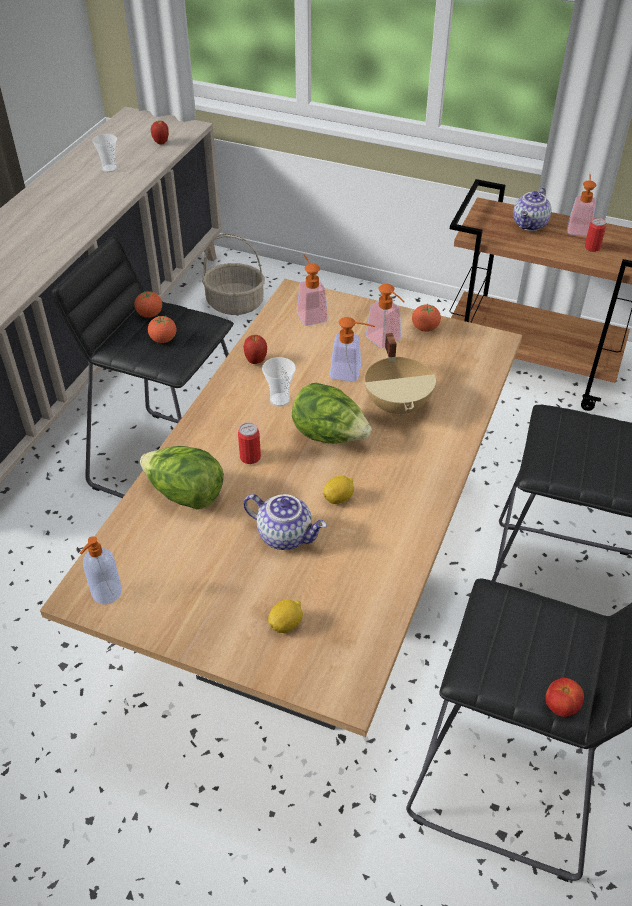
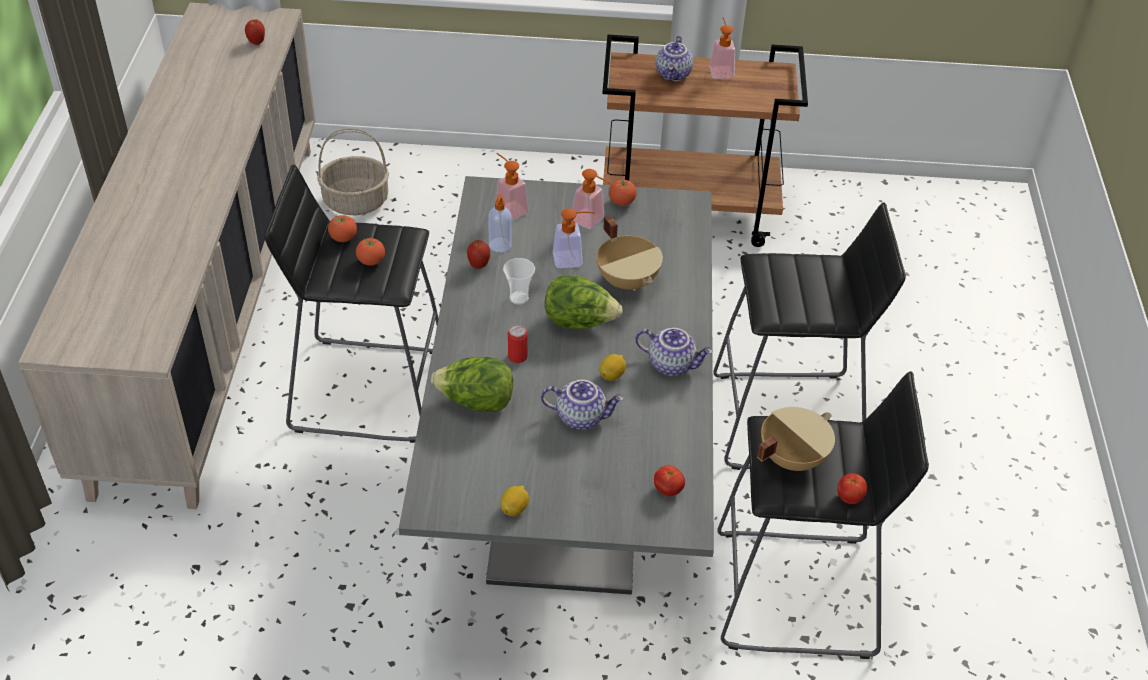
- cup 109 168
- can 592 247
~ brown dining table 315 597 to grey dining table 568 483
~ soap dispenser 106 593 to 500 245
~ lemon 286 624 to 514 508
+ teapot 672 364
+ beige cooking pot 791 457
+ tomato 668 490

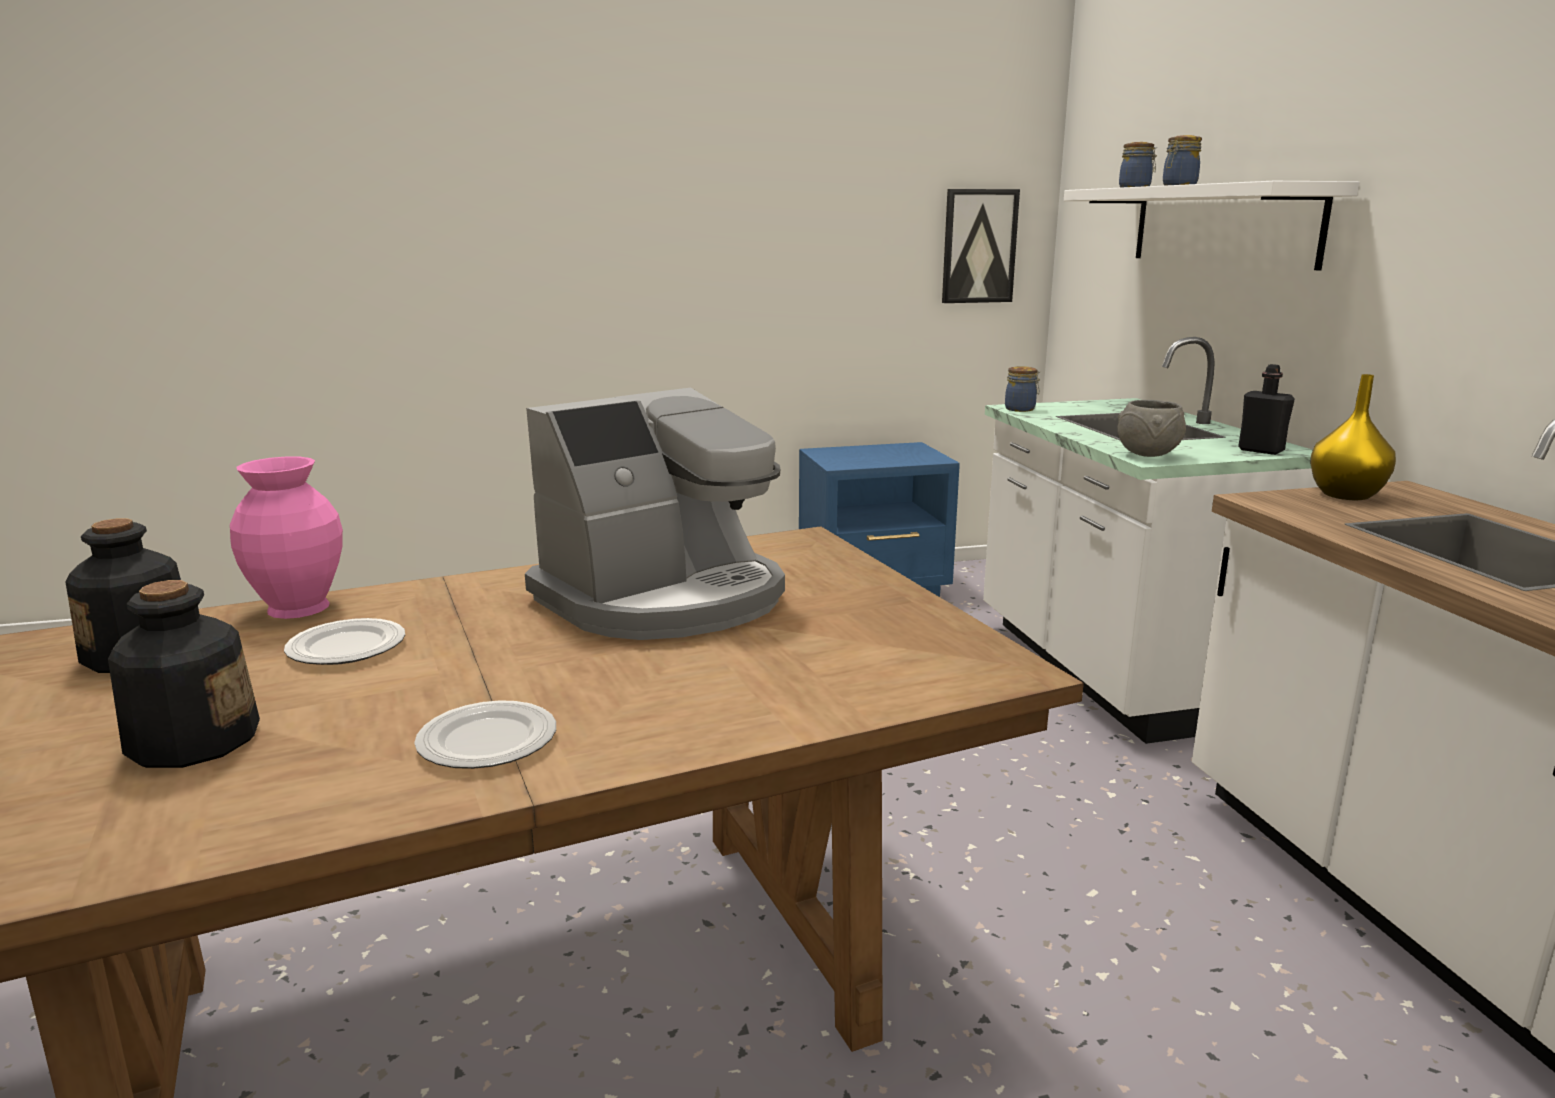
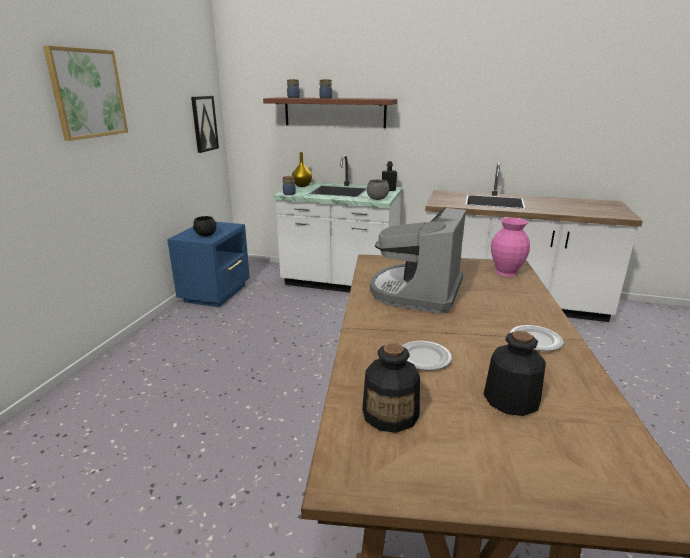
~ white shelf 1222 225 to brown shelf 334 112
~ yellow vase 1347 495 to 302 185
~ coffee machine 665 598 = 417 292 150 degrees counterclockwise
~ pink vase 299 607 to 505 272
+ picture 87 93
+ black bowl 205 236

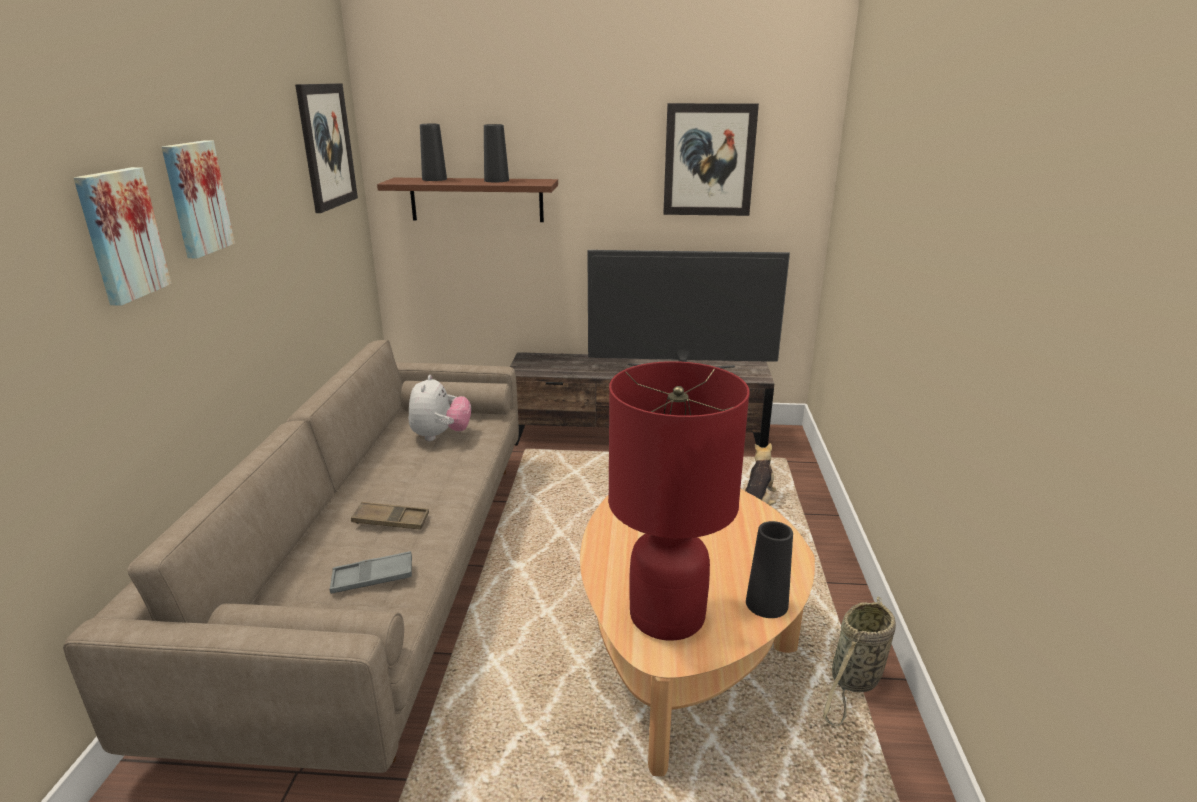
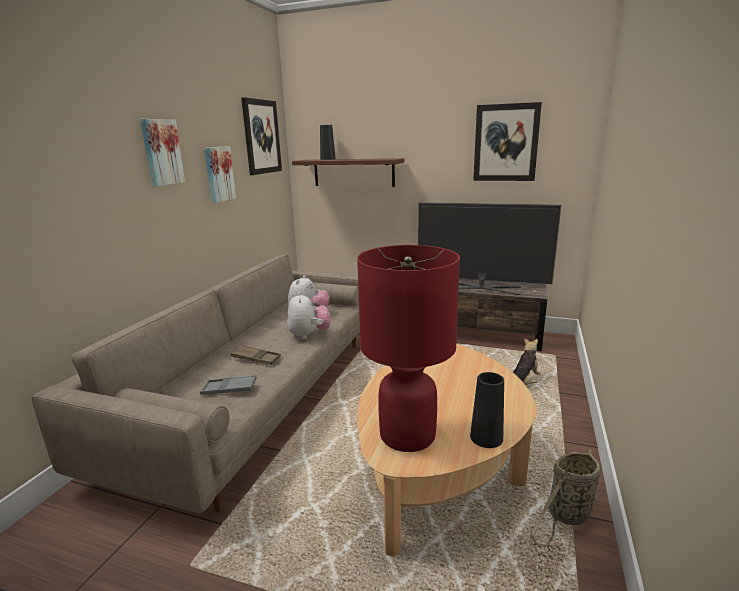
- black vase 496 180
~ picture 120 235 to 218 174
+ plush toy 309 335

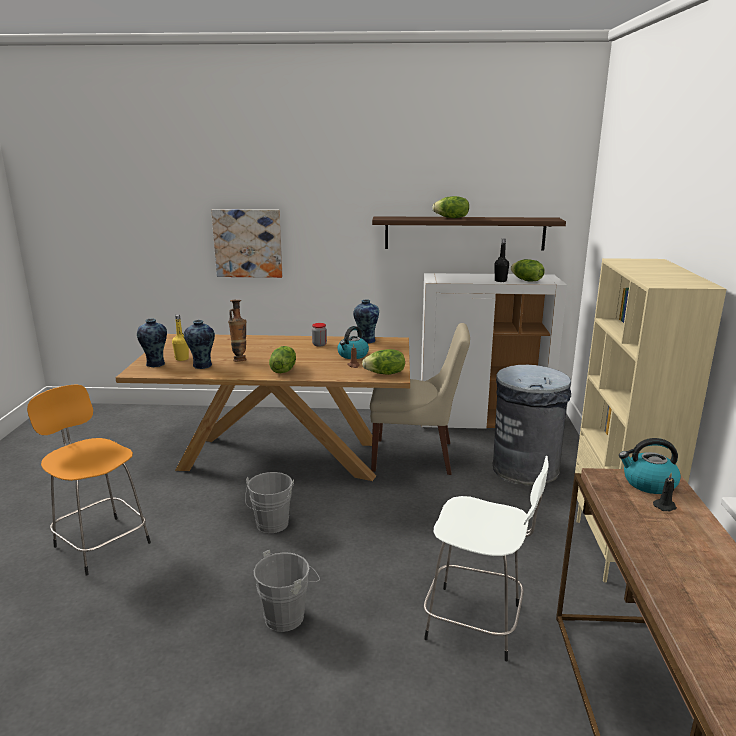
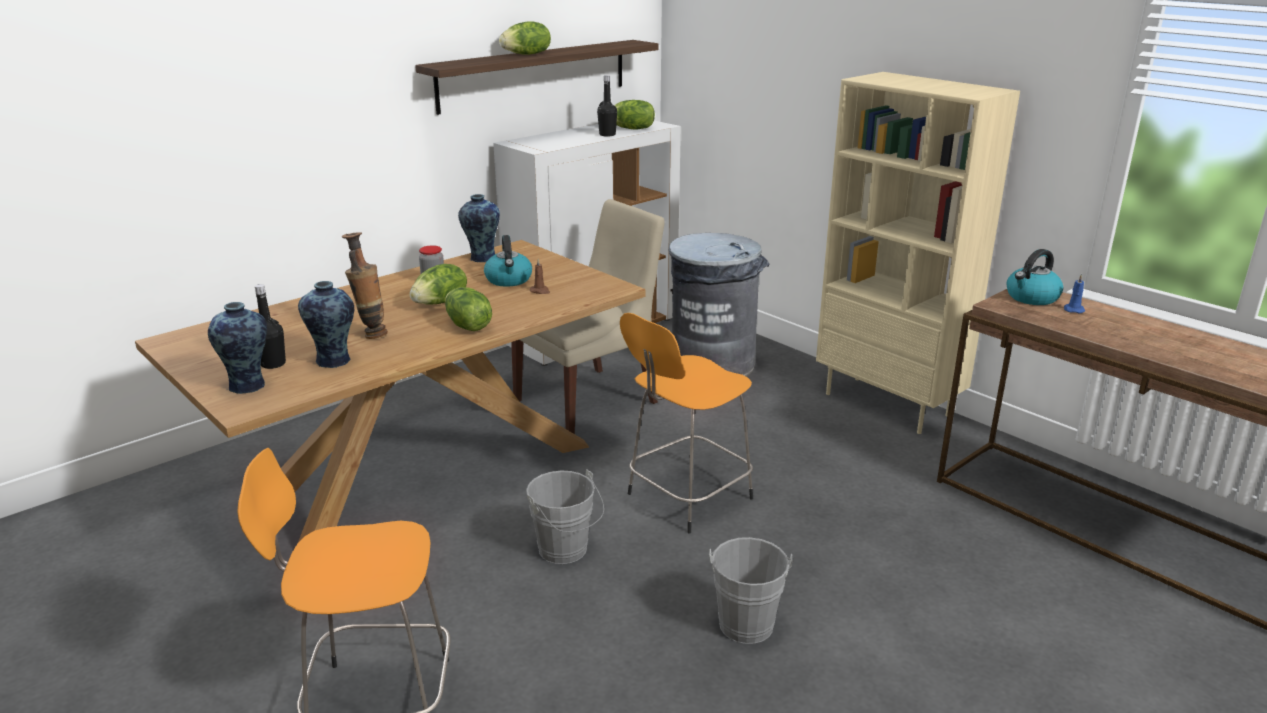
- picture 248 243
~ yellow bottle 182 359 to black bottle 273 364
~ lettuce 385 374 to 441 302
- white stool 477 623
~ black candle 665 506 to blue candle 1073 309
+ orange stool 686 498

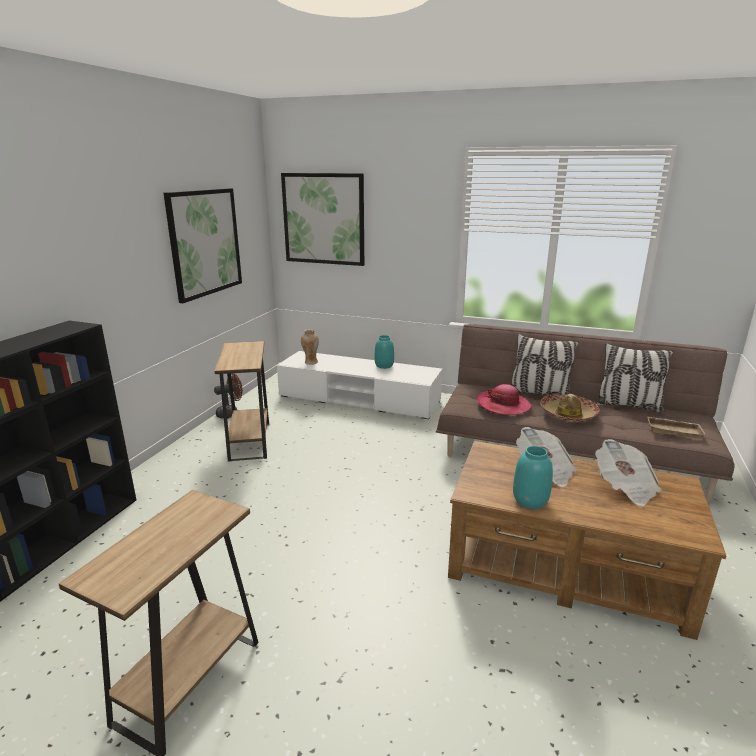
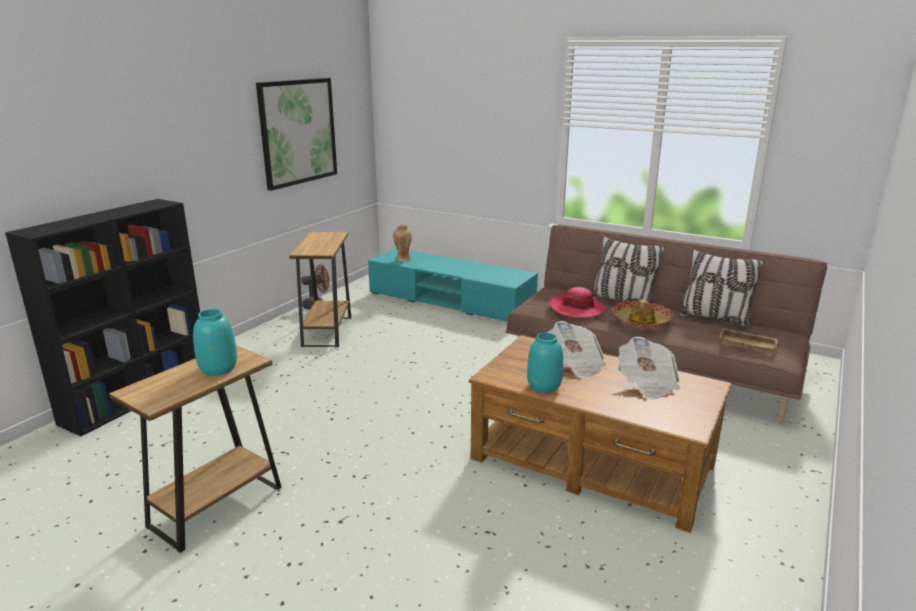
- picture 323 219
~ turquoise vase 384 366 to 218 369
~ white tv stand 359 399 to turquoise tv stand 450 300

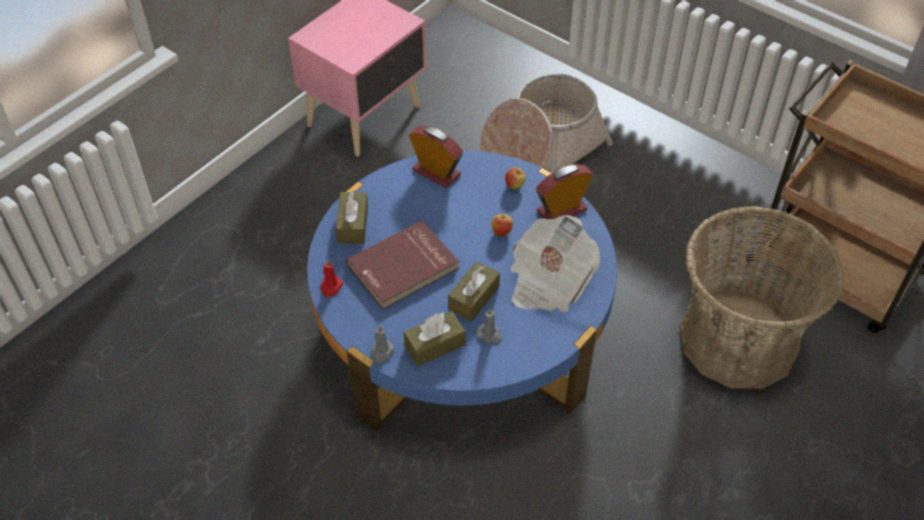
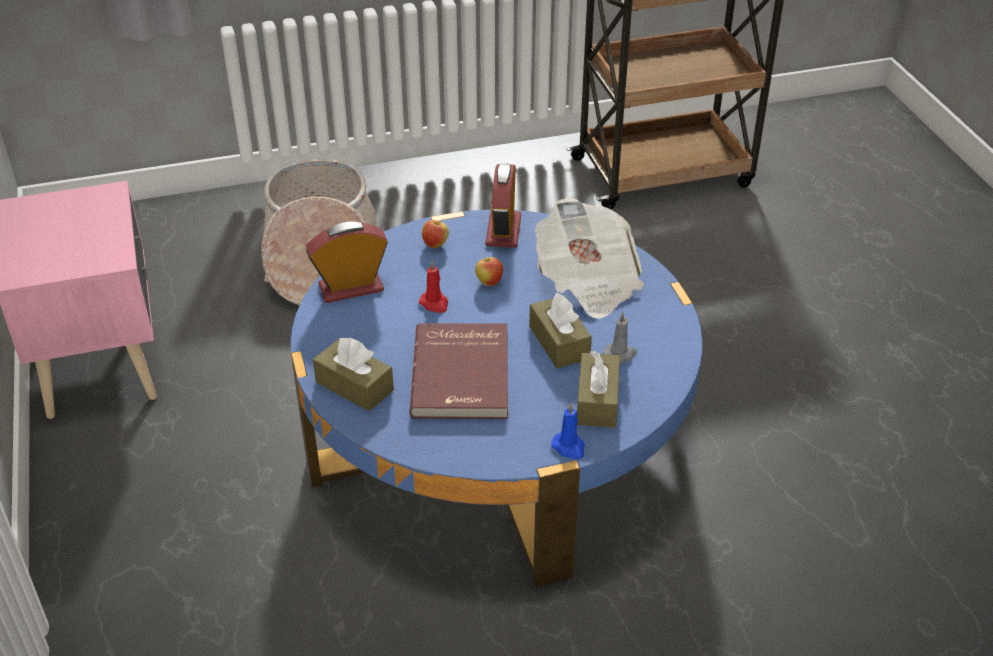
- basket 738 340
~ red candle 331 287 to 434 304
~ grey candle 381 352 to blue candle 569 447

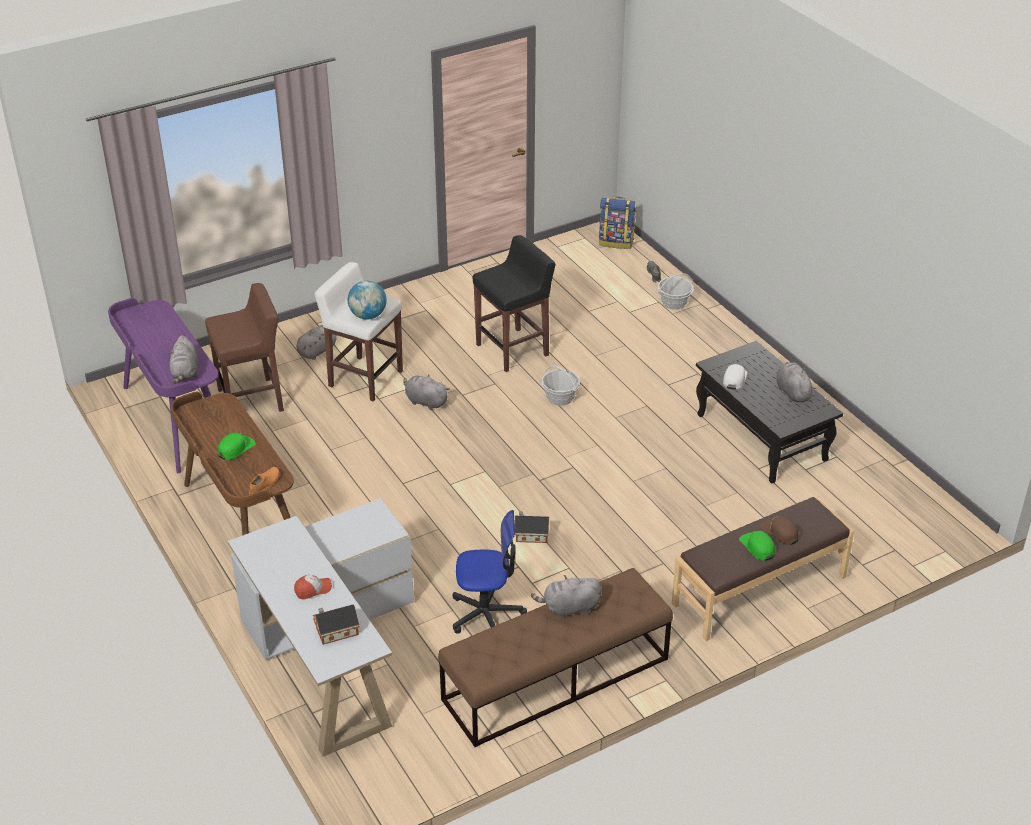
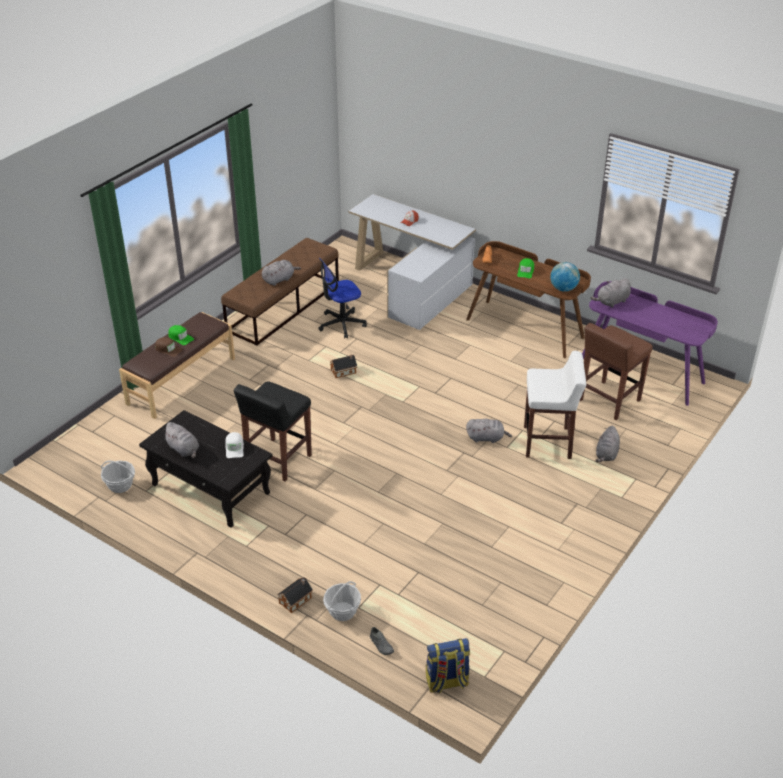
~ black stool 513 350 to 278 460
~ globe 368 315 to 563 289
~ grey plush toy 185 373 = 611 302 90 degrees counterclockwise
~ basket 560 397 to 120 485
~ toy house 335 631 to 296 600

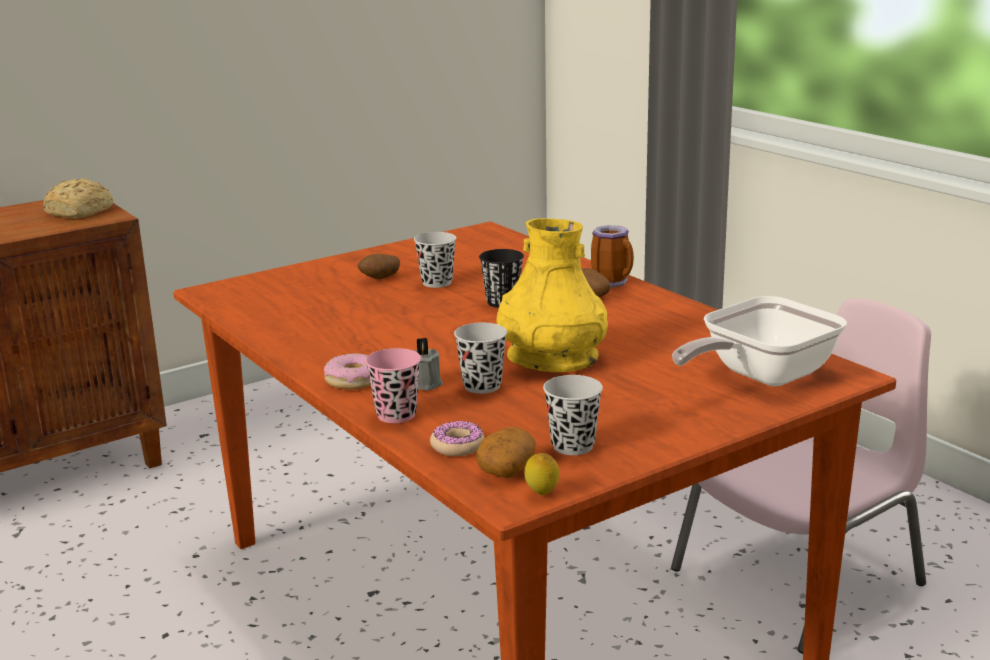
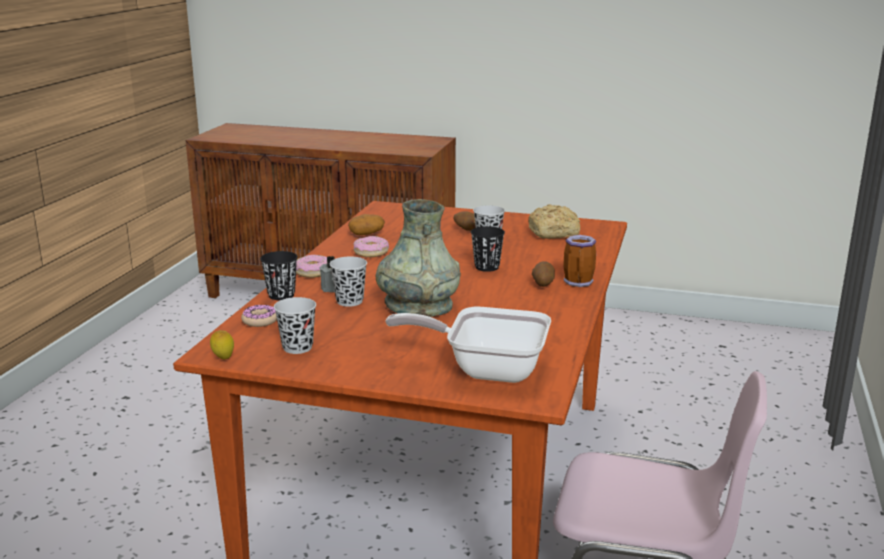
~ bread 81 212 to 555 233
~ yellow vase 552 359 to grey vase 418 305
~ pink cup 396 415 to black cup 281 295
~ potato 506 469 to 366 234
+ donut 370 252

